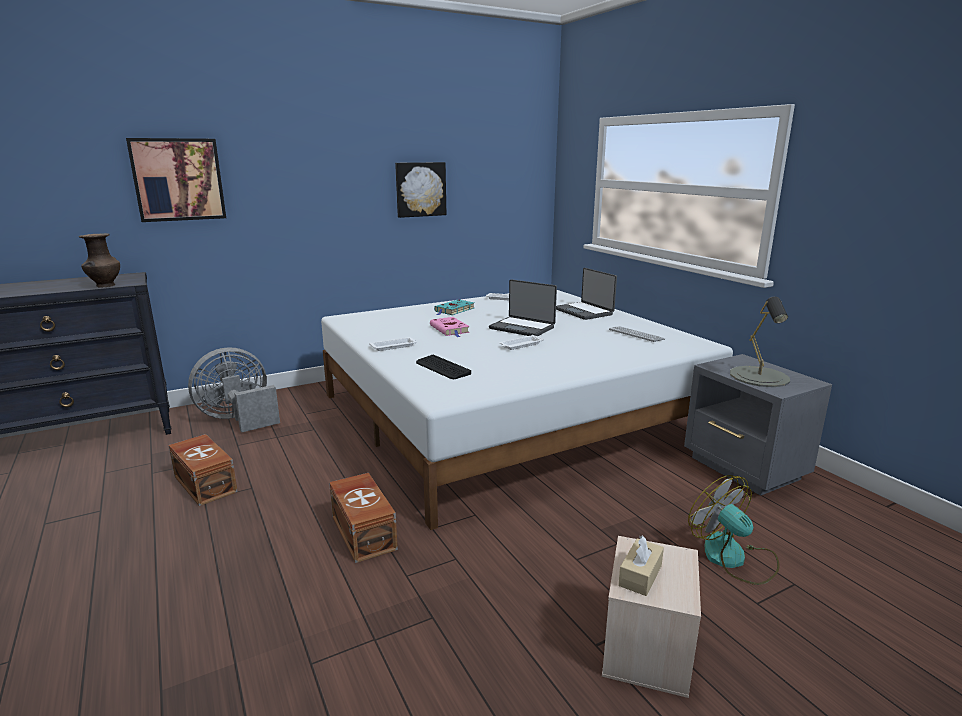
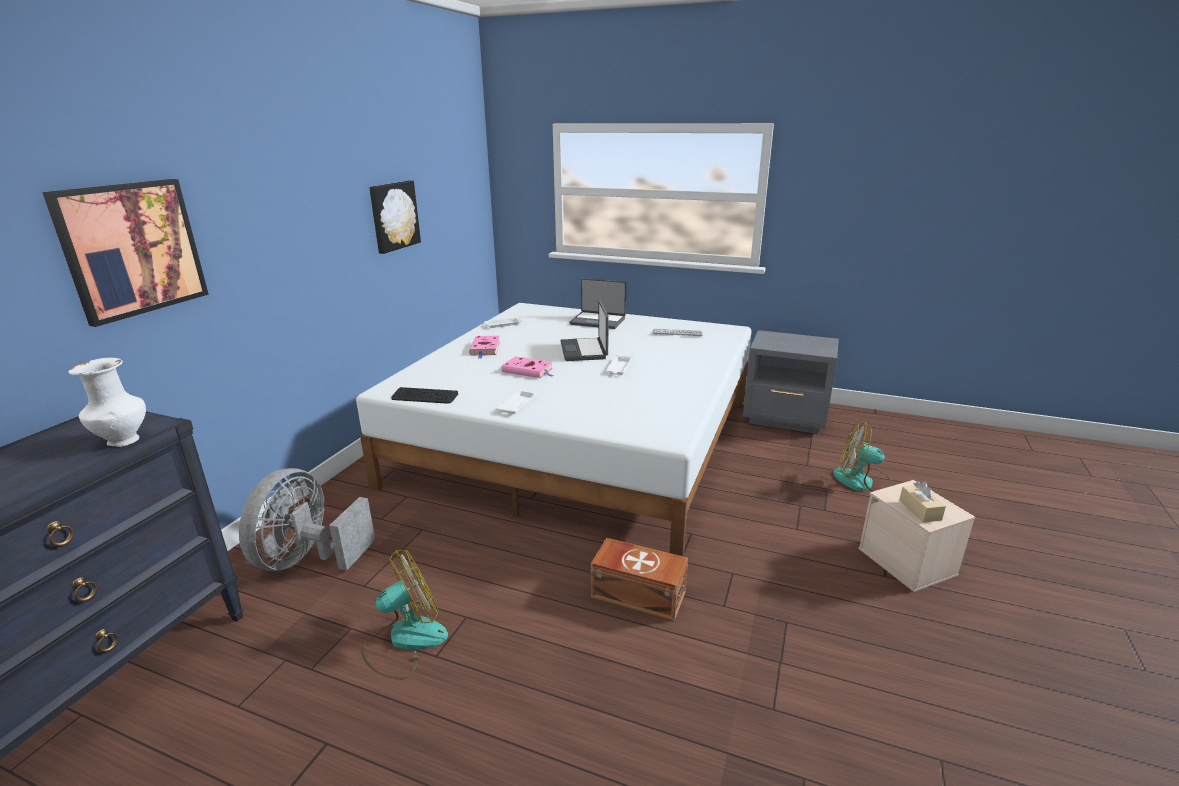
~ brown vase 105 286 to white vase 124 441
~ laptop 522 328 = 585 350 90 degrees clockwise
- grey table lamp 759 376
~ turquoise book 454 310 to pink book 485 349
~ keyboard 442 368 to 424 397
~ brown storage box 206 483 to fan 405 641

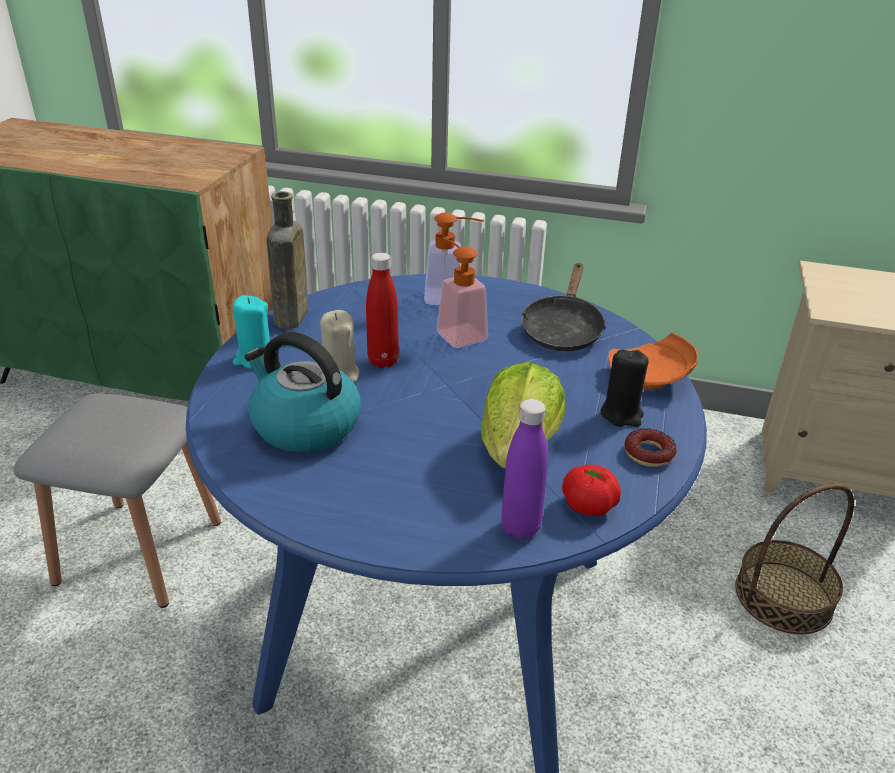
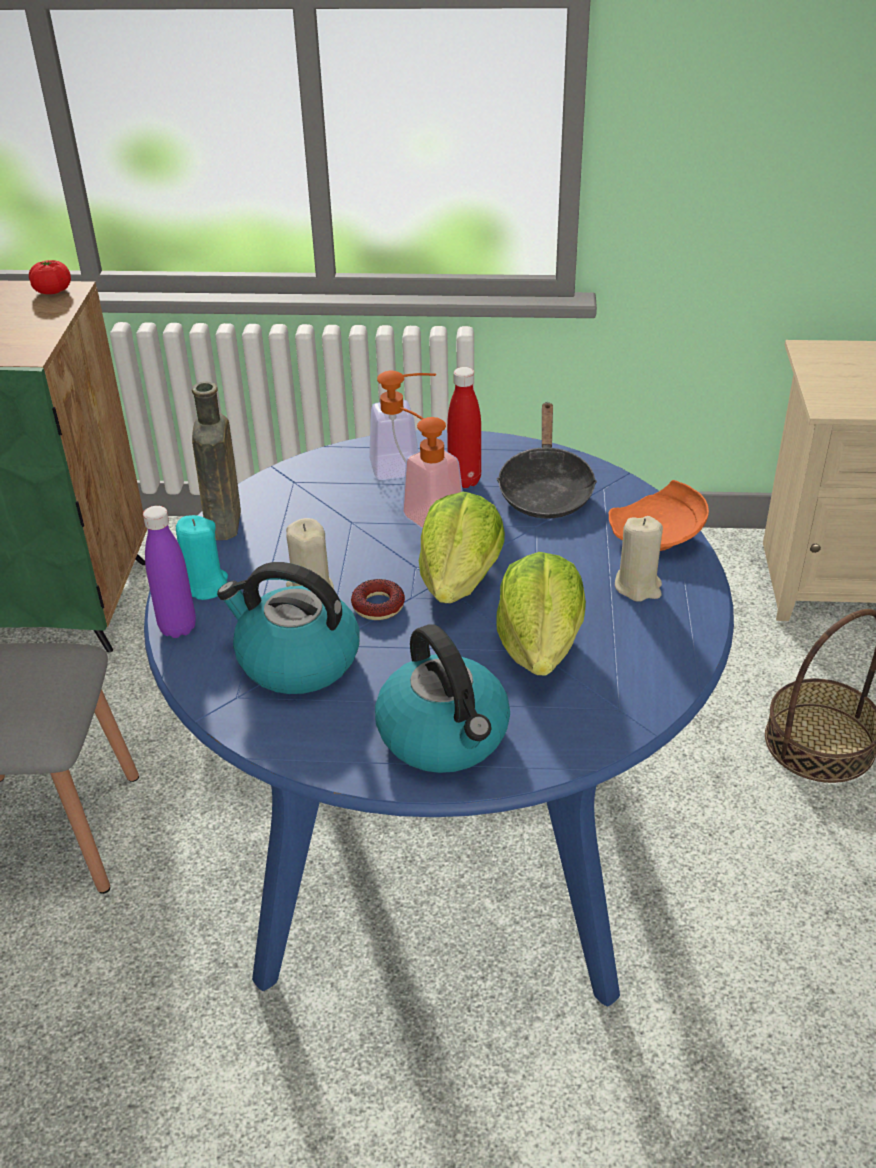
~ red bottle 383 361 to 464 480
~ black candle 622 414 to beige candle 638 586
~ purple bottle 520 527 to 178 627
~ donut 649 453 to 378 605
~ tomato 588 505 to 52 291
+ lettuce 460 580
+ kettle 445 735

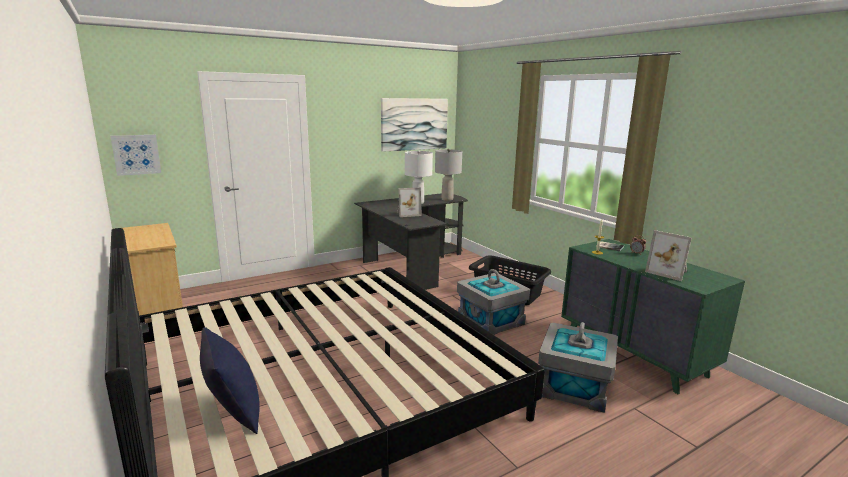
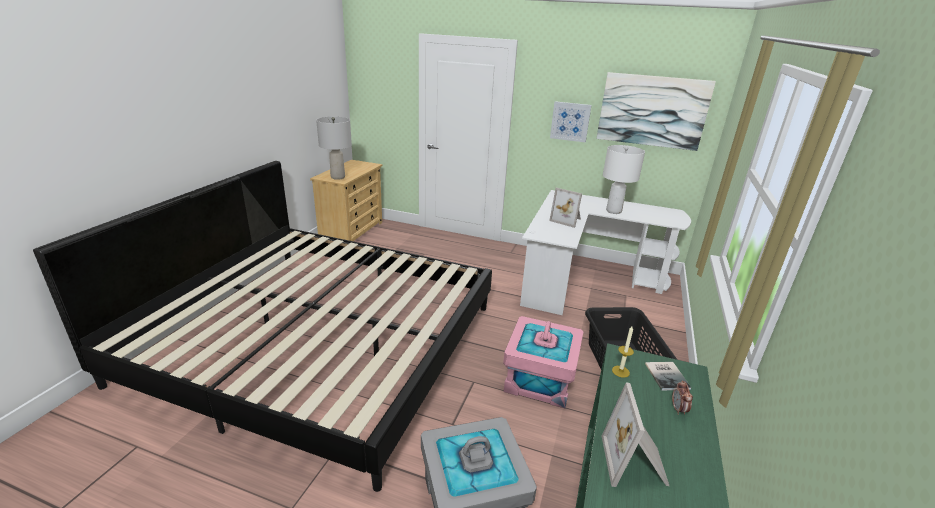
~ picture 136 154 to 570 121
~ grey table lamp 447 199 to 338 177
~ black desk 411 264 to white desk 584 278
~ grey storage box 491 320 to pink storage box 540 380
- blue pillow 233 413

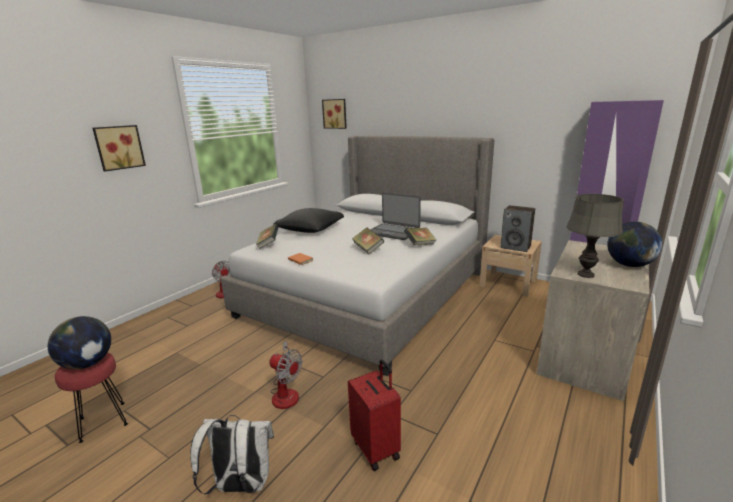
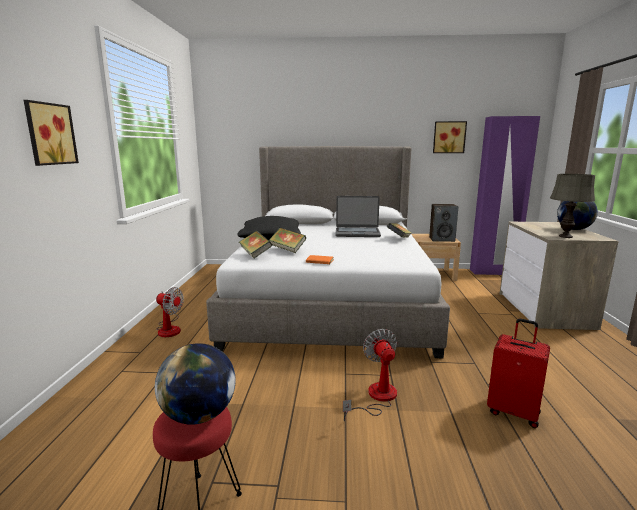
~ picture 335 114 to 449 137
~ book 368 249 to 287 249
~ fan 286 392 = 376 398 105 degrees counterclockwise
- white backpack 241 486

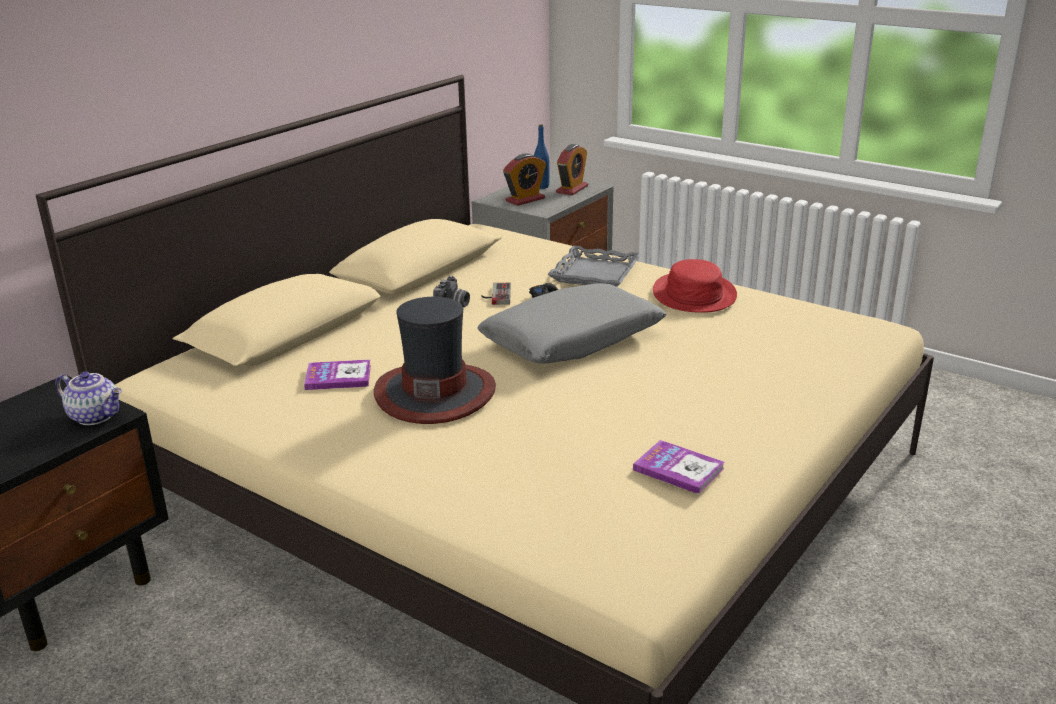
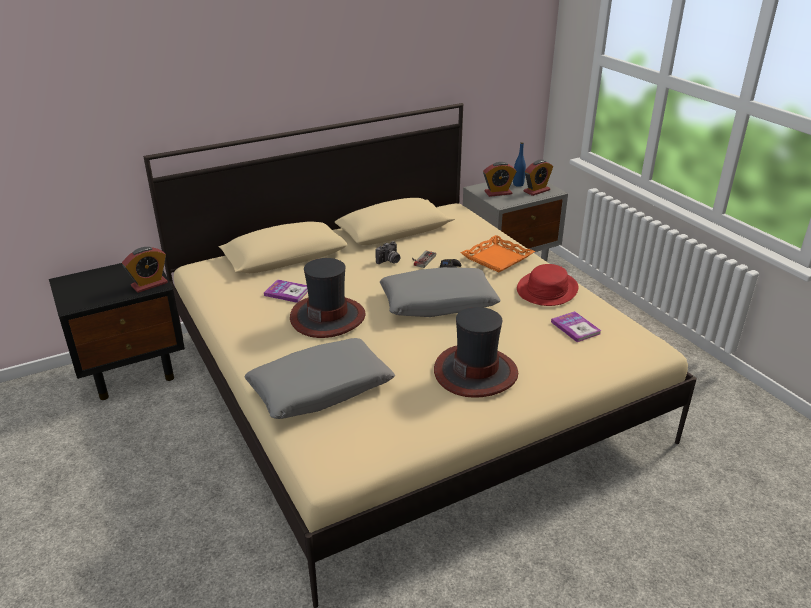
~ grey tray 594 273 to orange tray 496 258
~ teapot 96 416 to alarm clock 149 284
~ book 678 469 to 575 328
+ hat 476 372
+ grey pillow 320 389

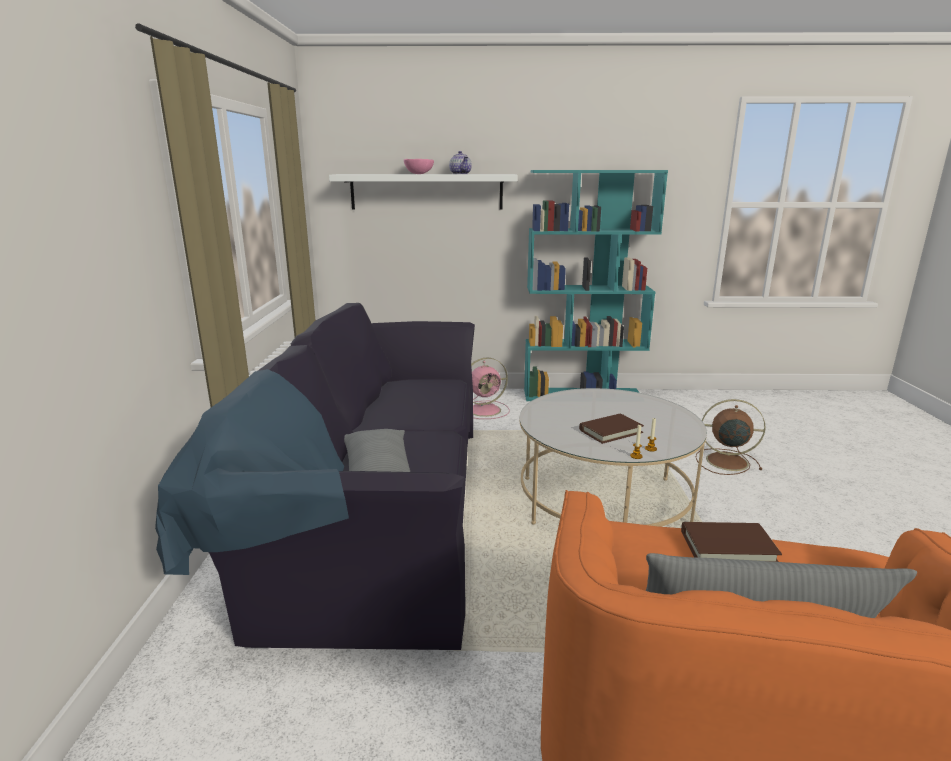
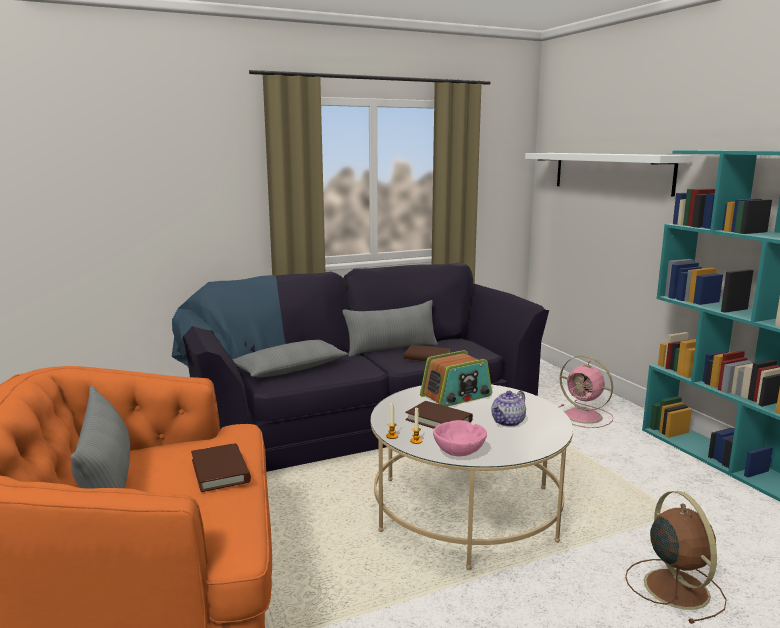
~ teapot 460 174 to 508 422
~ pink bowl 419 174 to 459 452
+ grey pillow 391 349
+ brown book 427 357
+ radio 456 396

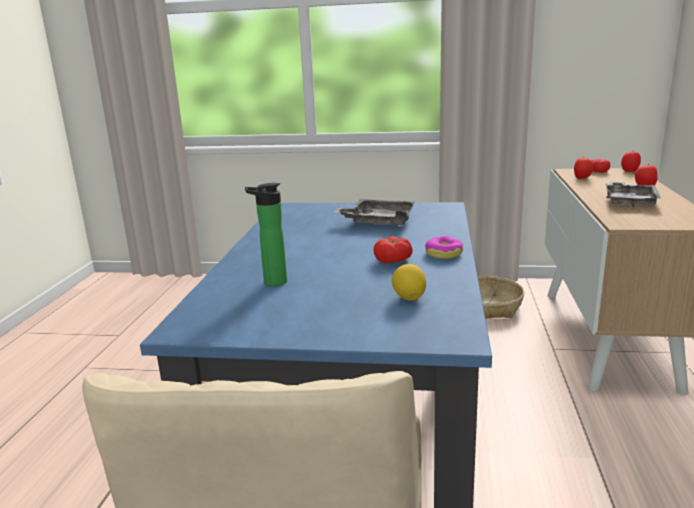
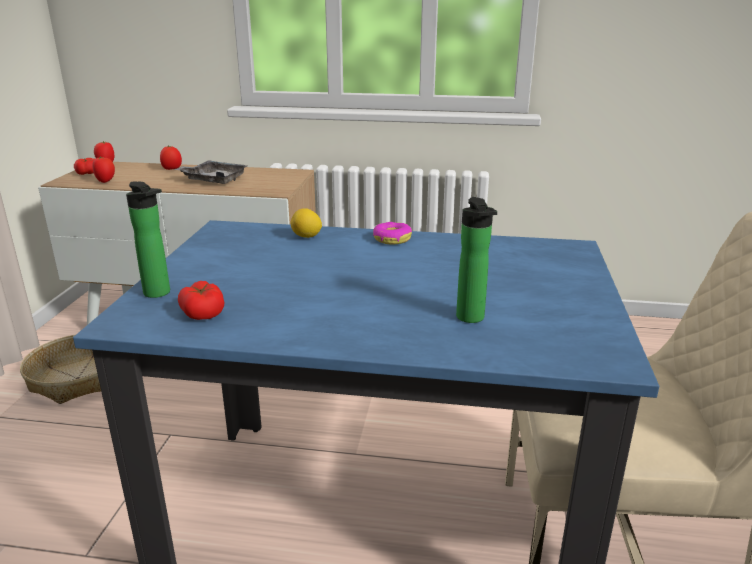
- grey tray 378 221
~ tomato 393 260 to 203 313
~ lemon 409 298 to 306 237
+ bottle 159 293

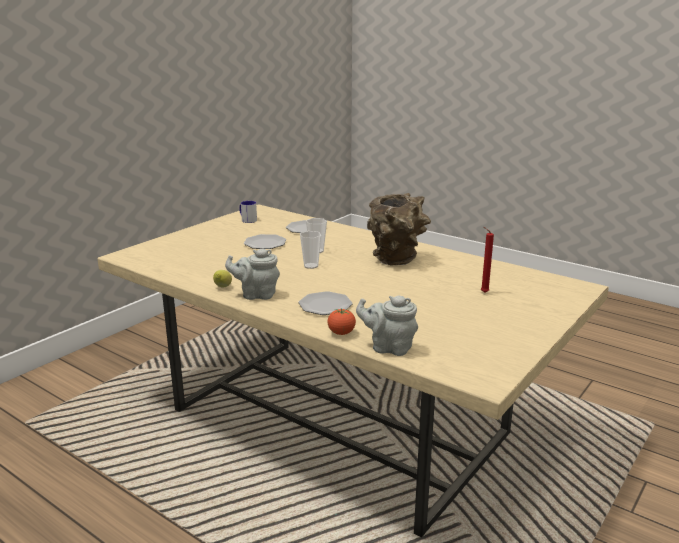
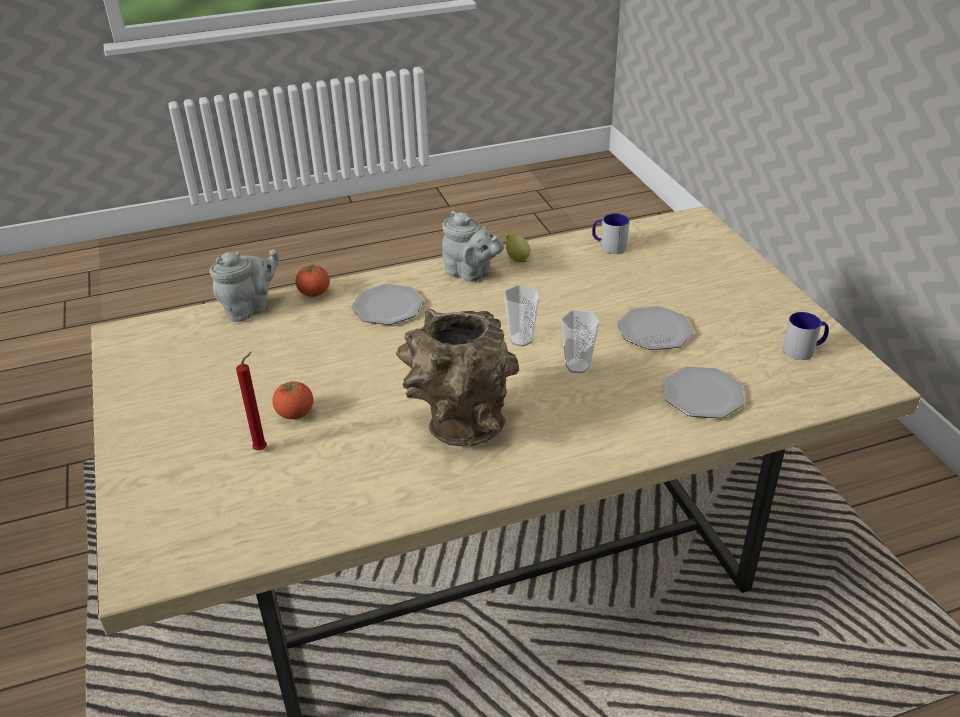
~ grey teapot 256 295 = 471 273 90 degrees clockwise
+ mug 608 246
+ tomato 295 414

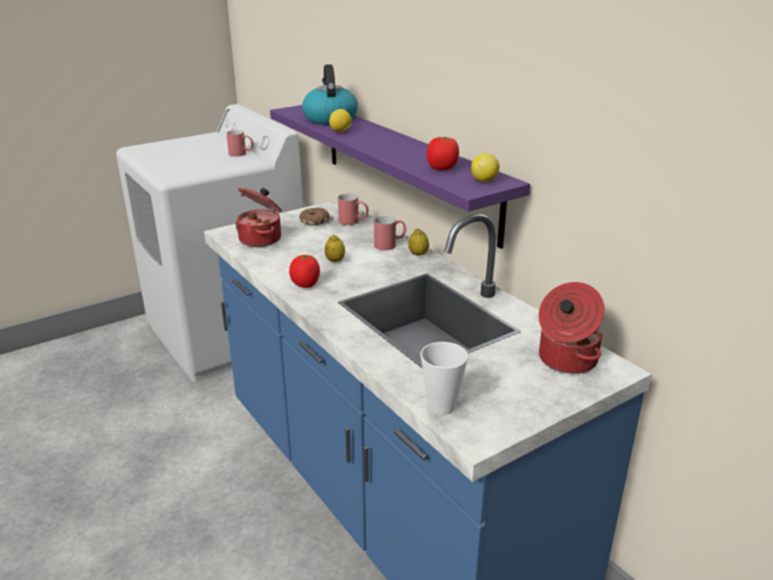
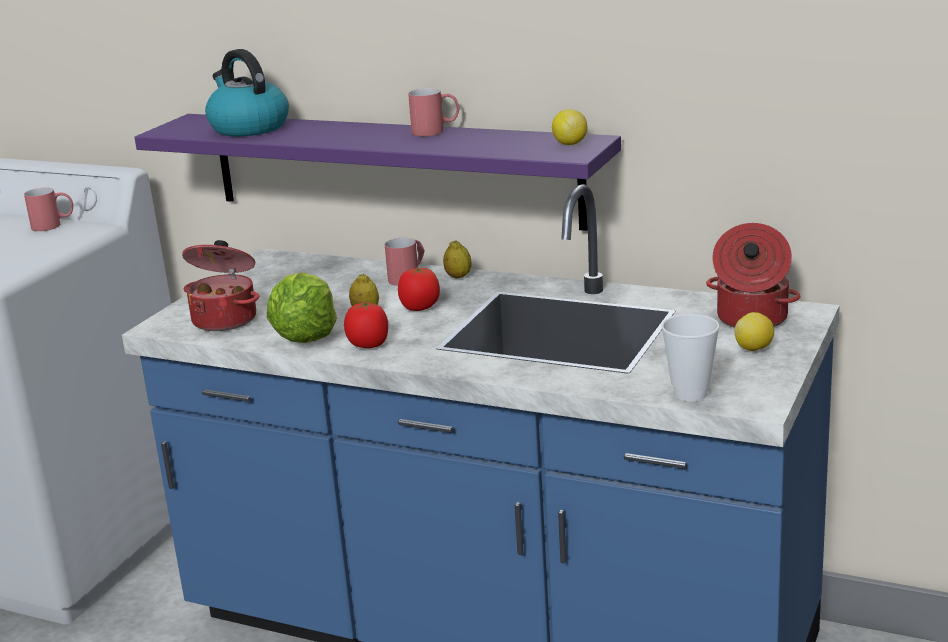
~ lemon 340 131 to 754 349
~ tomato 442 168 to 420 307
~ red mug 353 222 to 436 131
- donut 314 221
+ lettuce 306 337

